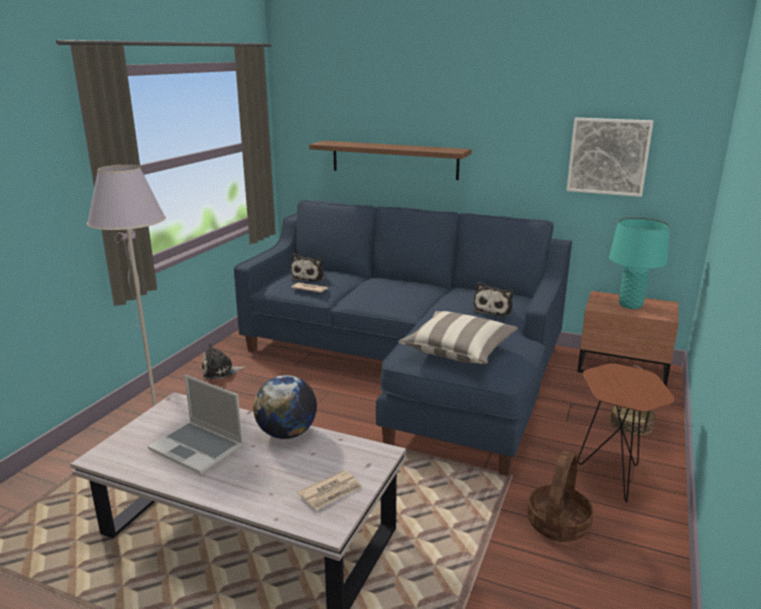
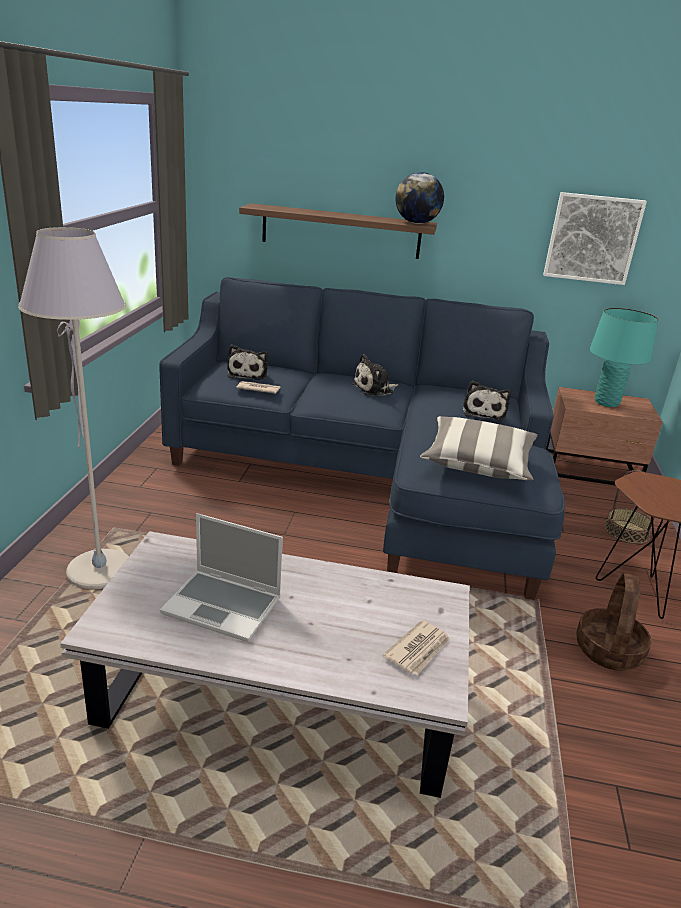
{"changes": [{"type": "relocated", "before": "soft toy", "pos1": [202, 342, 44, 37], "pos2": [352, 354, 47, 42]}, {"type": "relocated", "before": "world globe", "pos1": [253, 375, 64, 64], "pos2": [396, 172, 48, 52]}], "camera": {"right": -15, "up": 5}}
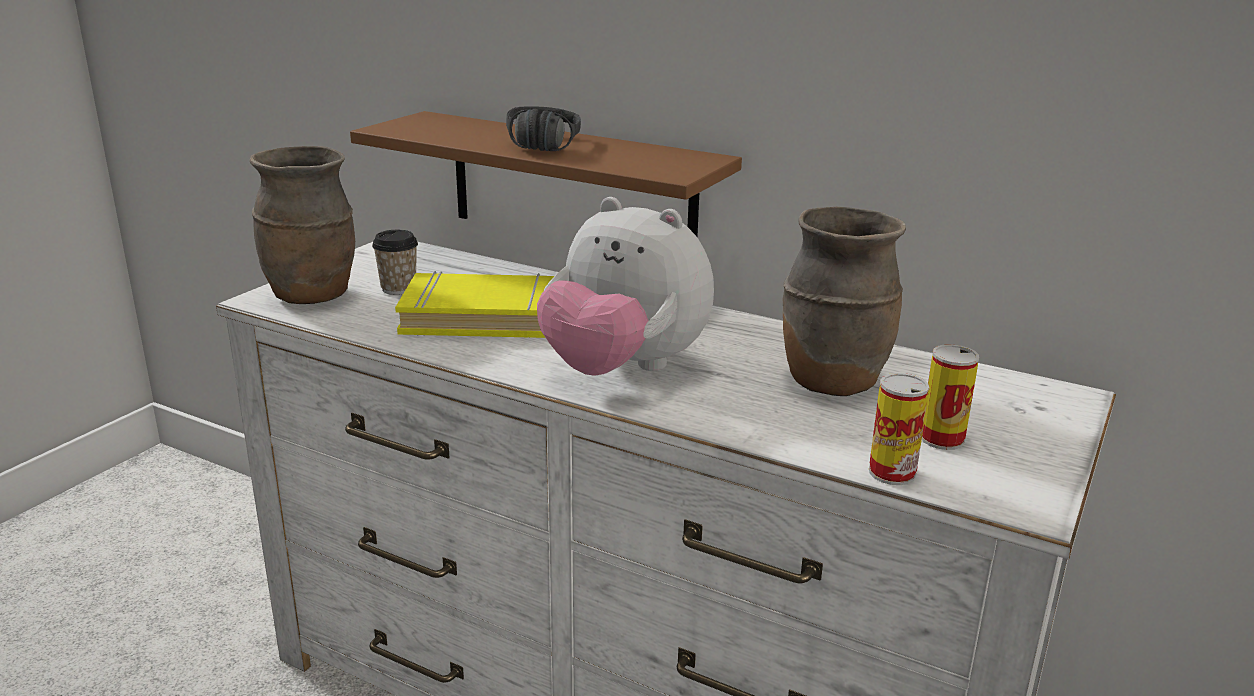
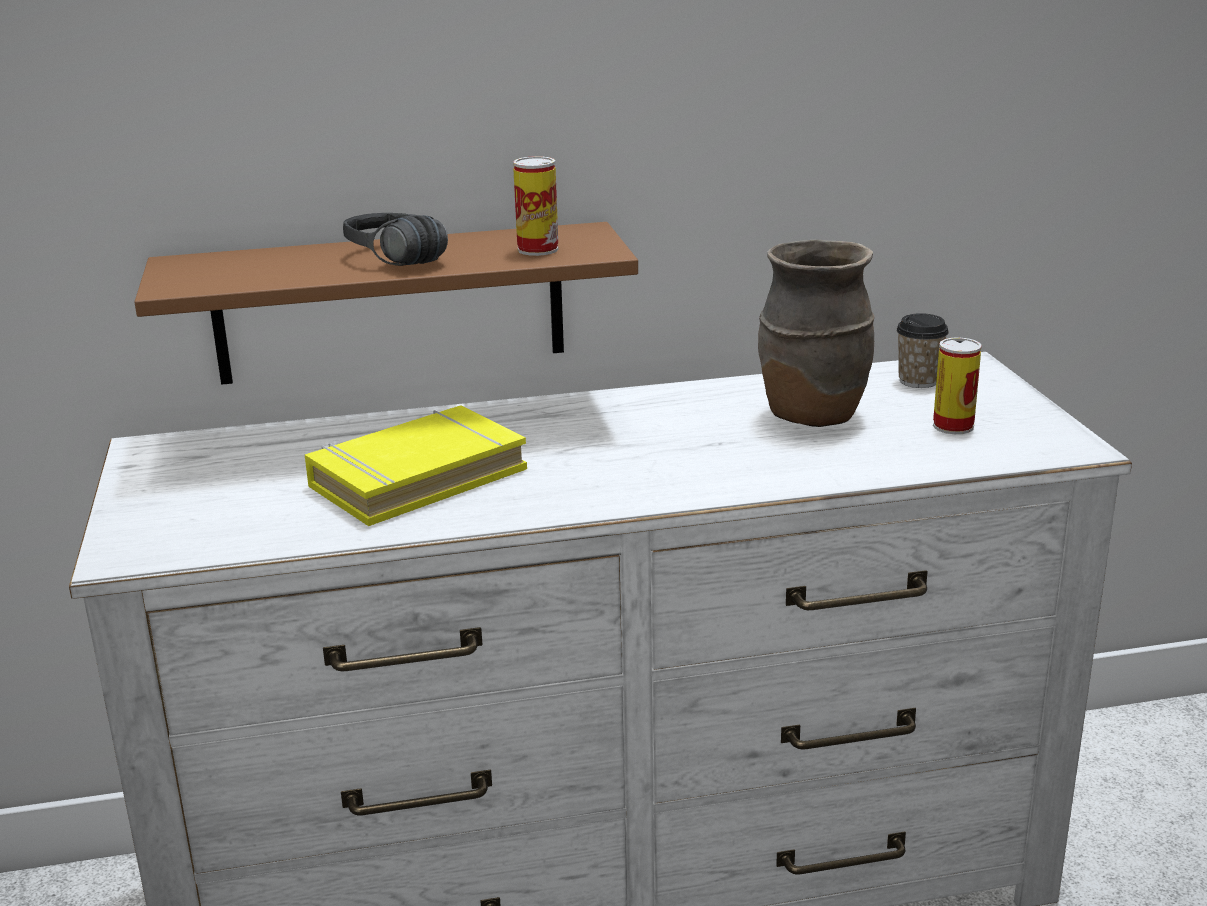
{"changes": [{"type": "missing", "before": "vase in brownish", "pos1": [250, 146, 105, 158]}, {"type": "missing", "before": "soft toy", "pos1": [537, 197, 177, 179]}, {"type": "relocated", "before": "drinking cup", "pos1": [372, 230, 46, 65], "pos2": [896, 313, 53, 75]}, {"type": "relocated", "before": "metal can", "pos1": [869, 373, 61, 112], "pos2": [513, 156, 46, 100]}], "camera": {"right": -40, "up": 0}}
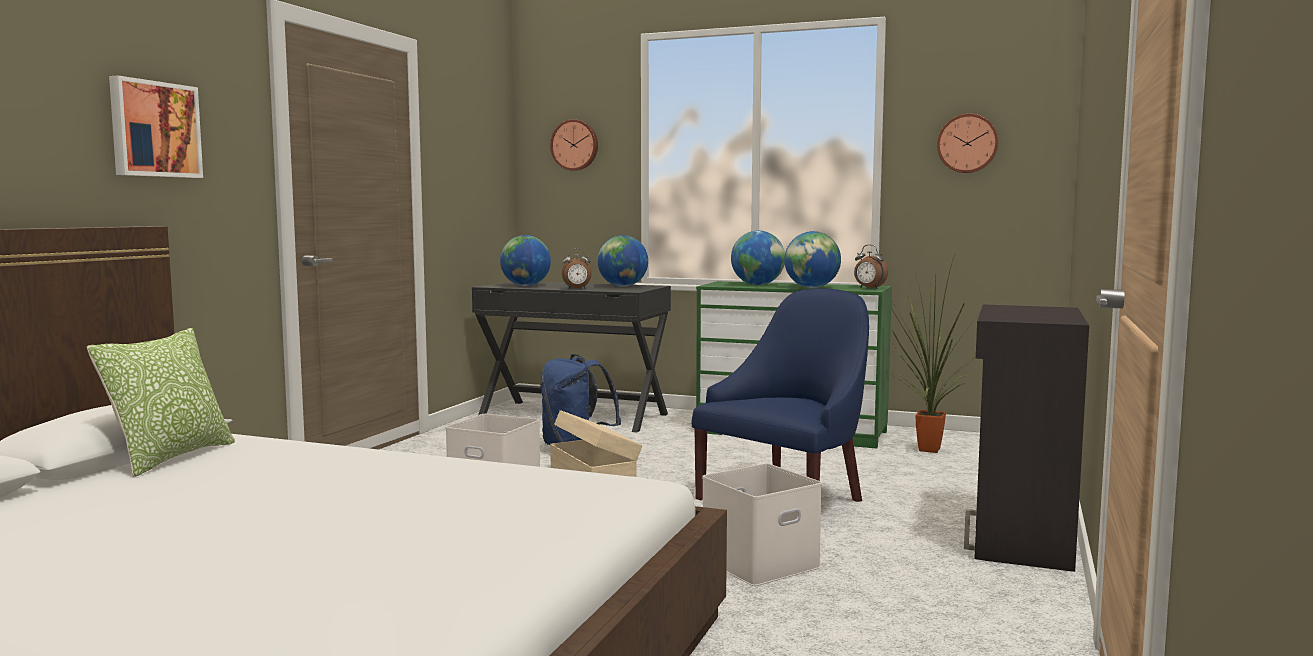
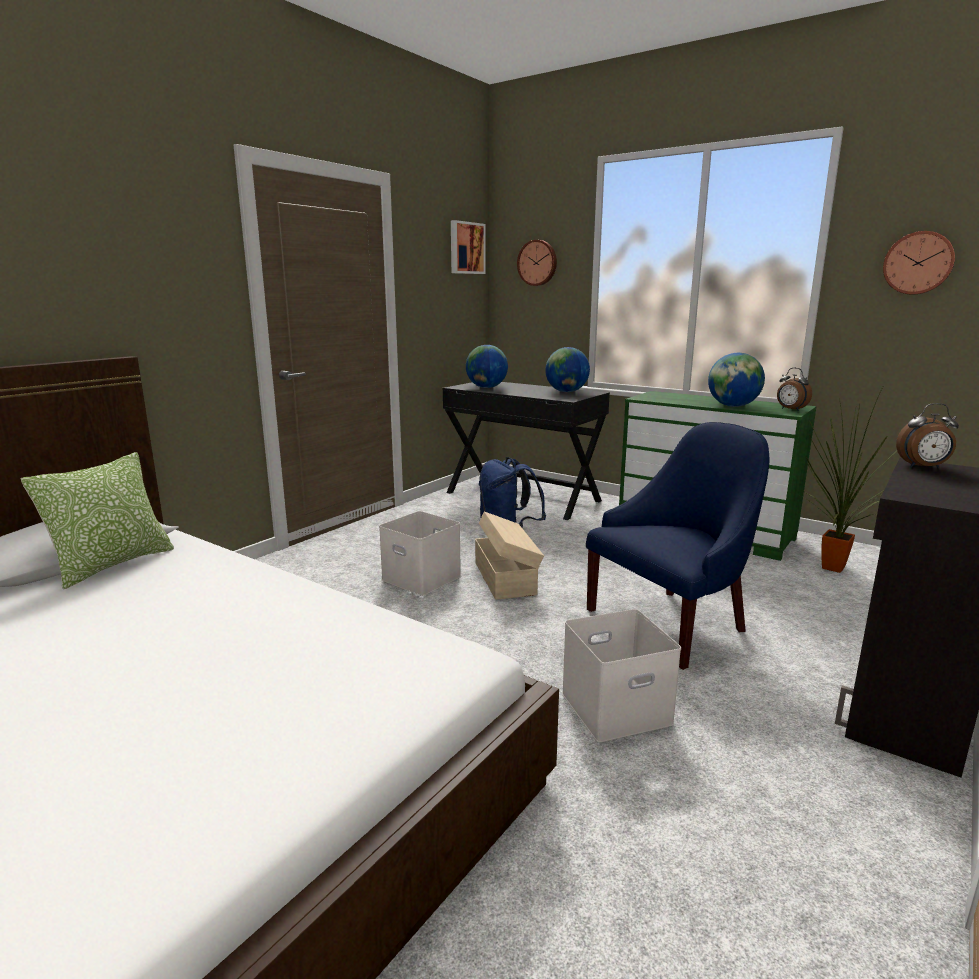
{"changes": [{"type": "relocated", "before": "picture", "pos1": [109, 76, 94, 102], "pos2": [451, 220, 35, 54]}, {"type": "missing", "before": "world globe", "pos1": [731, 230, 54, 55]}, {"type": "relocated", "before": "bedside clock", "pos1": [562, 248, 30, 41], "pos2": [896, 403, 63, 65]}], "camera": {"right": 15, "up": 10}}
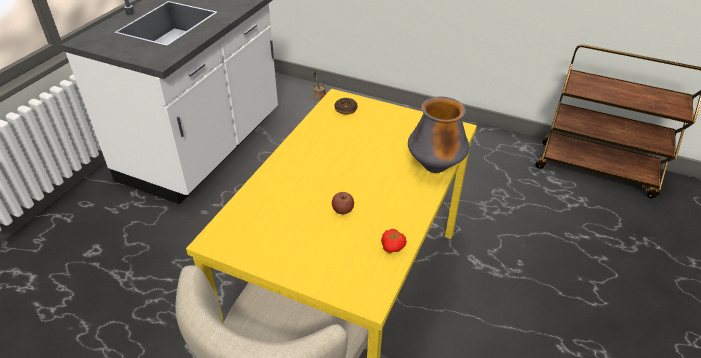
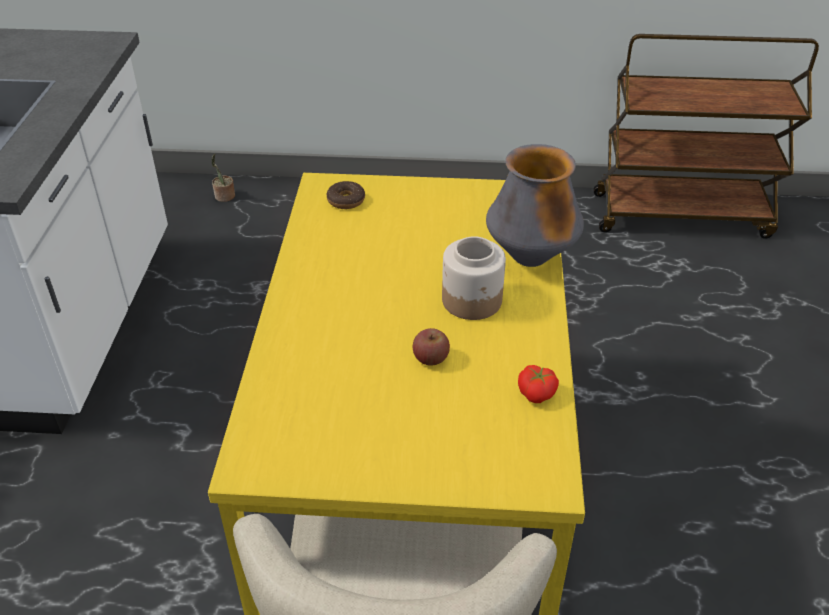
{"changes": [{"type": "appeared", "after": "jar", "pos2": [442, 236, 64, 84]}], "camera": {"right": -20, "up": 0}}
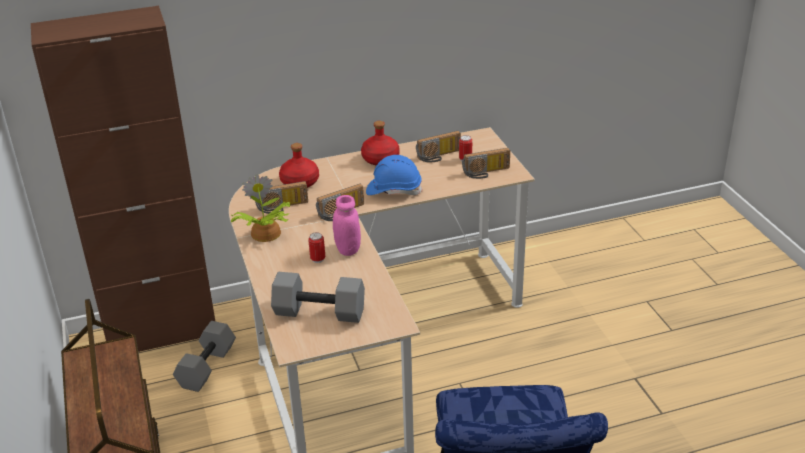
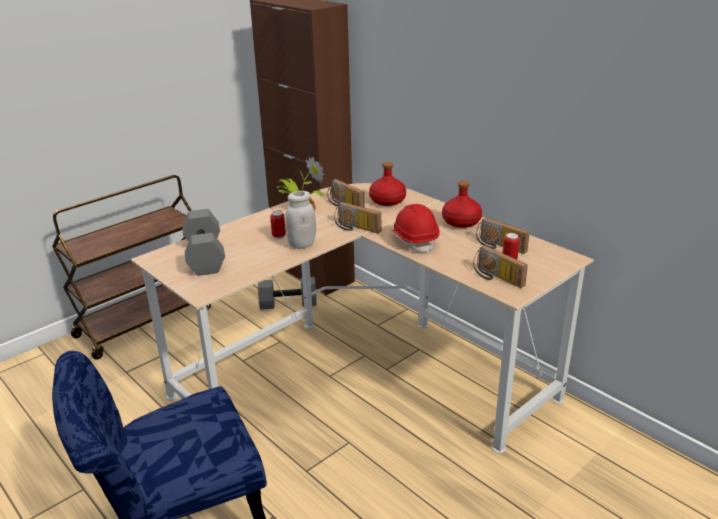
{"changes": [{"type": "colour", "before": "work helmet in bluish", "after": "work helmet in red", "pos1": [366, 155, 57, 40], "pos2": [391, 204, 49, 49]}, {"type": "colour", "before": "jar in pinkish", "after": "jar in white-coloured", "pos1": [333, 195, 28, 61], "pos2": [285, 191, 31, 58]}], "camera": {"right": 65, "up": -5}}
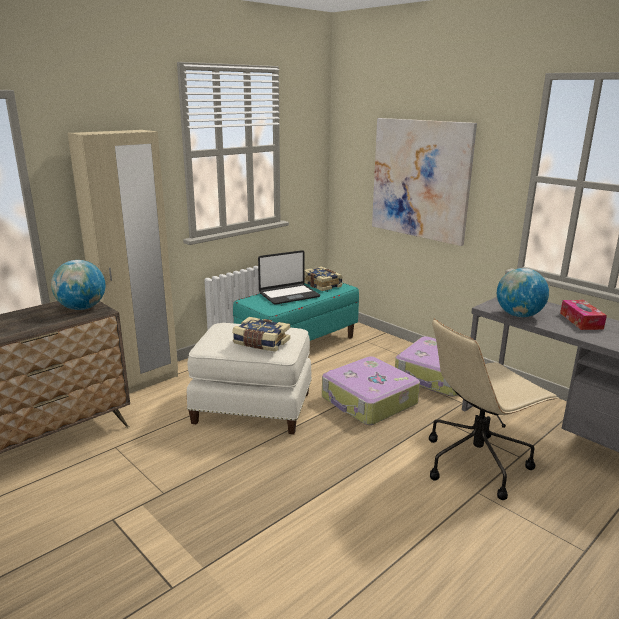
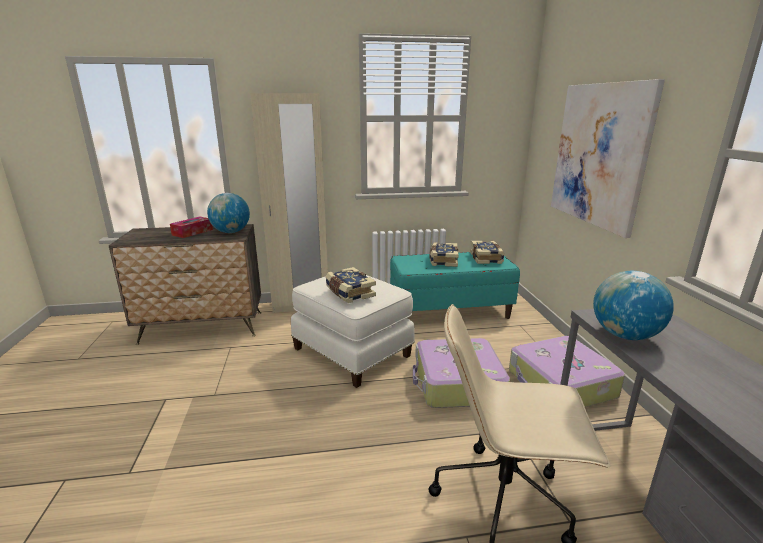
{"changes": [{"type": "exchanged", "before": "portable computer", "after": "volume", "pos1": [258, 250, 62, 55], "pos2": [429, 242, 30, 25]}, {"type": "relocated", "before": "tissue holder", "pos1": [560, 300, 47, 30], "pos2": [170, 217, 43, 21]}], "camera": {"right": 35, "up": 0}}
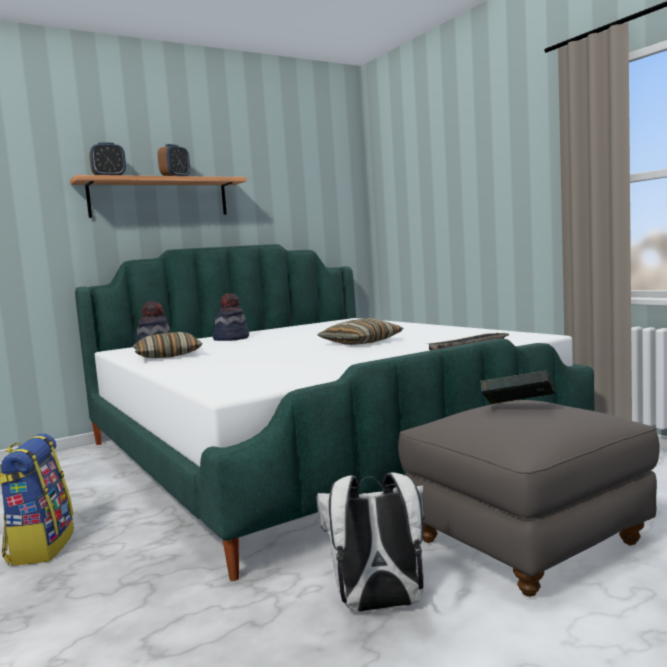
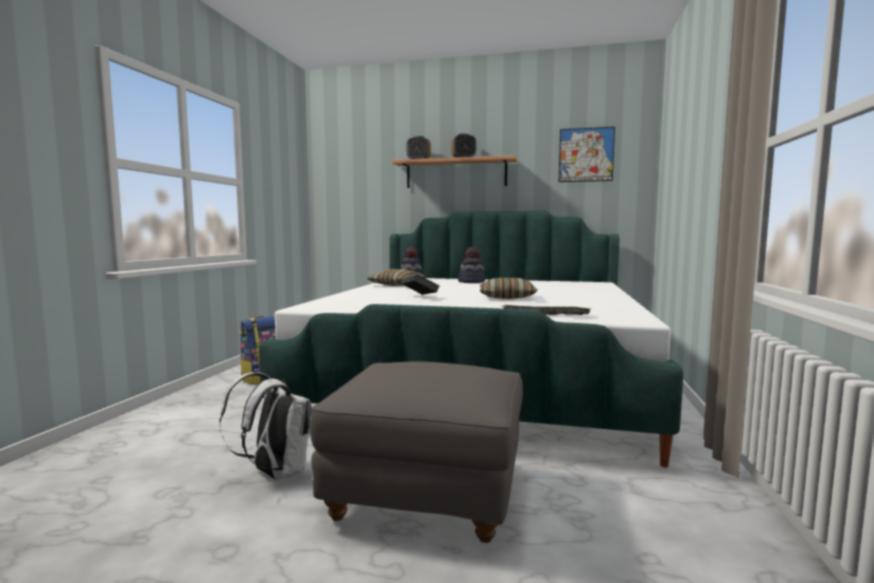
{"changes": [{"type": "relocated", "before": "volume", "pos1": [480, 370, 75, 34], "pos2": [402, 275, 38, 20]}, {"type": "appeared", "after": "picture", "pos2": [558, 127, 57, 55]}], "camera": {"right": 45, "up": 0}}
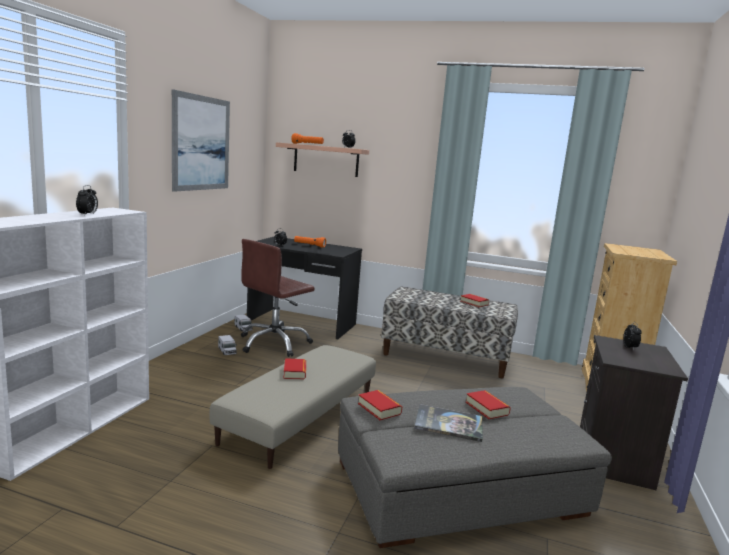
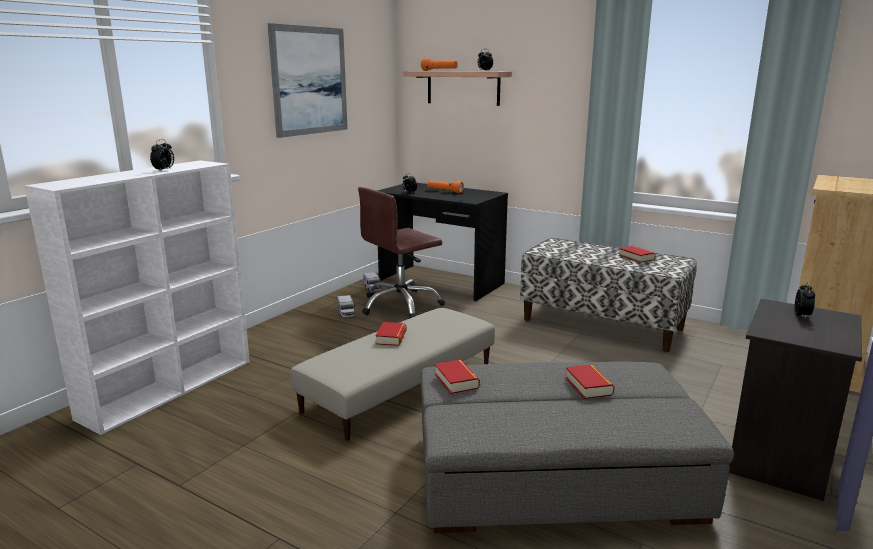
{"changes": [{"type": "missing", "before": "volume", "pos1": [414, 404, 69, 38]}], "camera": {"right": 15, "up": 5}}
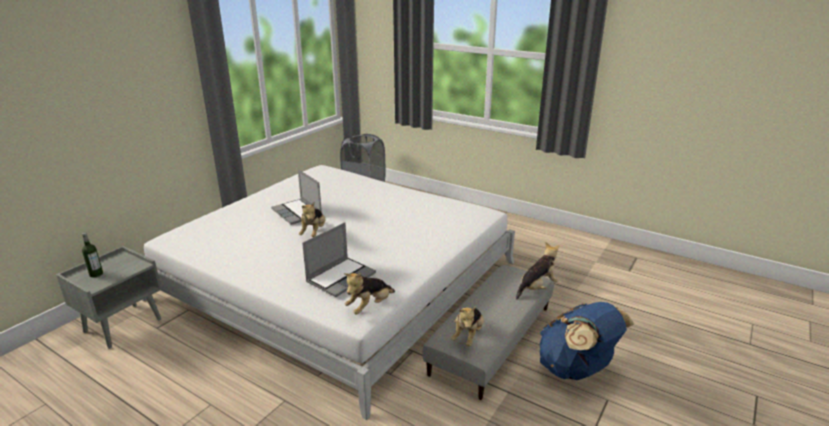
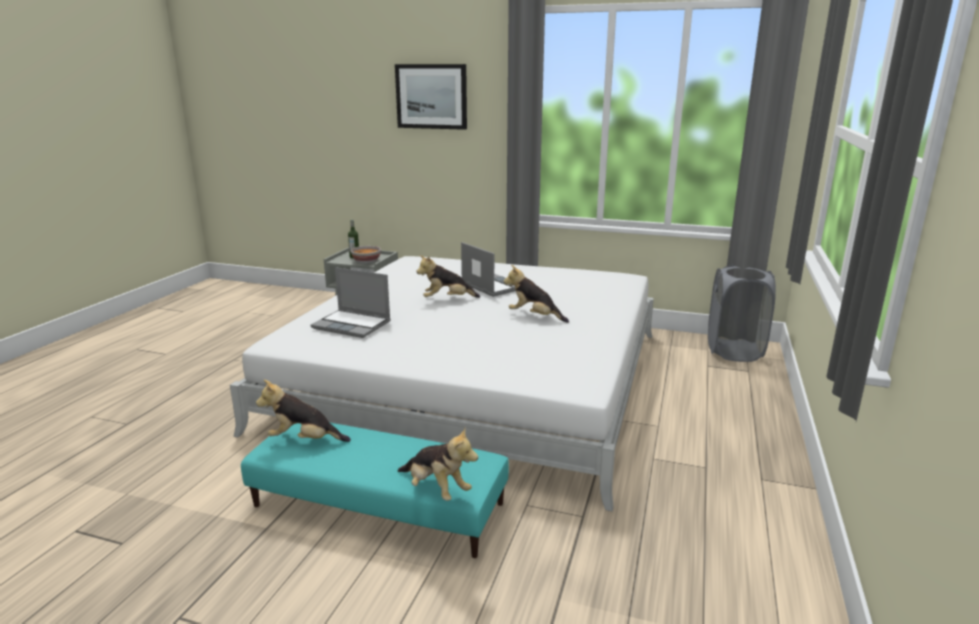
{"changes": [{"type": "spun", "before": "portable computer", "pos1": [271, 169, 51, 56], "pos2": [461, 242, 55, 55], "turn": 105}, {"type": "colour", "before": "footrest in gray", "after": "footrest in turquoise", "pos1": [423, 265, 131, 135], "pos2": [241, 423, 268, 135]}, {"type": "relocated", "before": "soft toy", "pos1": [344, 273, 51, 42], "pos2": [504, 265, 65, 58]}, {"type": "missing", "before": "knapsack in bluish", "pos1": [540, 302, 94, 78]}, {"type": "appeared", "after": "picture", "pos2": [395, 64, 72, 66]}, {"type": "appeared", "after": "serving bowl", "pos2": [351, 246, 30, 18]}], "camera": {"right": 75, "up": -5}}
